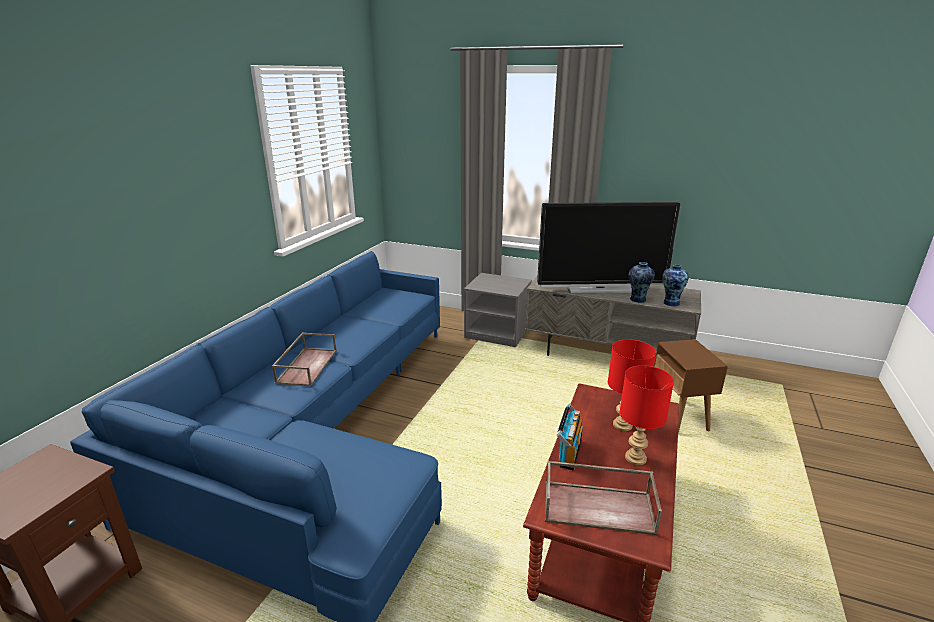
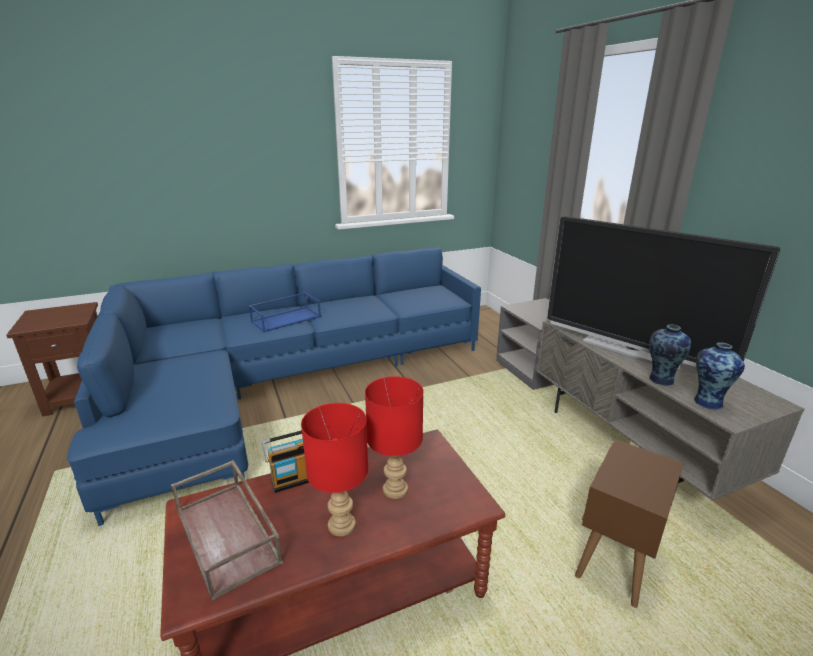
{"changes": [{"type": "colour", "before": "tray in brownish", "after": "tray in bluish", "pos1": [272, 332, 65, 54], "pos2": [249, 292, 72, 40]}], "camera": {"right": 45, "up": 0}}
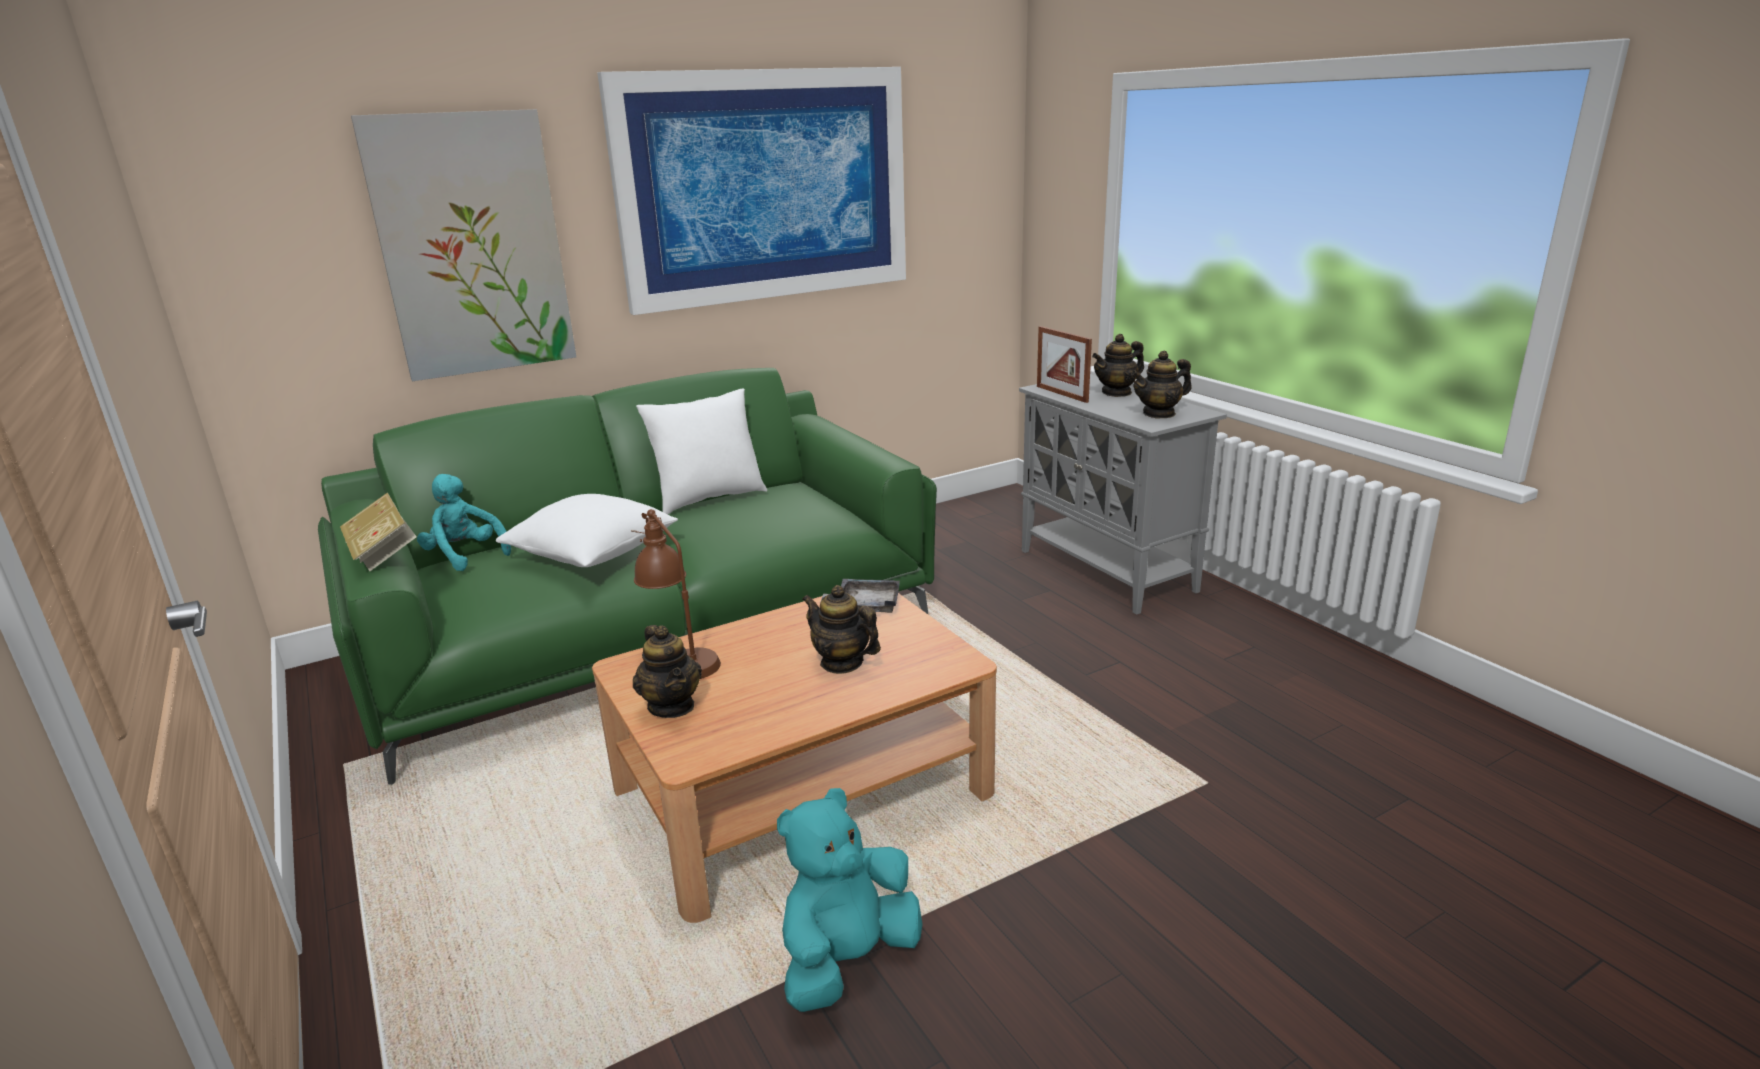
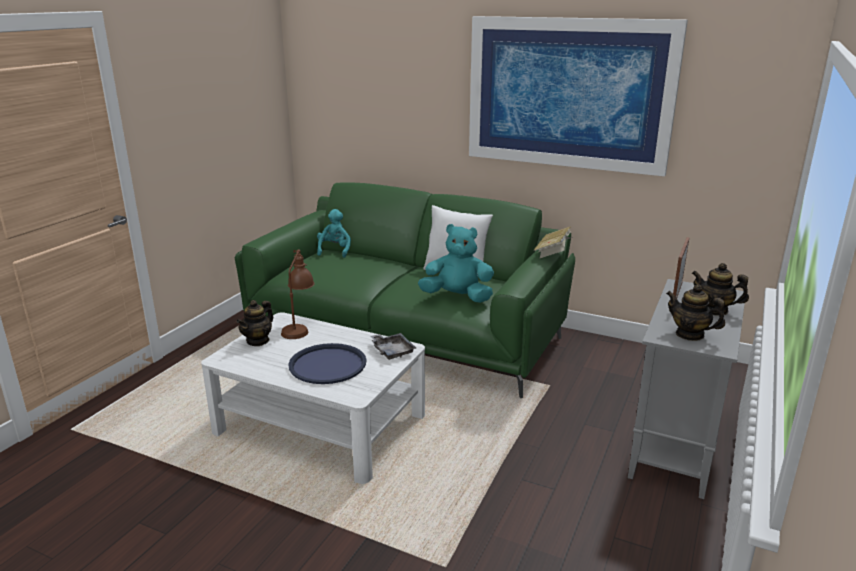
{"changes": [{"type": "missing", "before": "picture", "pos1": [351, 109, 225, 272]}, {"type": "relocated", "before": "volume", "pos1": [340, 493, 76, 78], "pos2": [534, 226, 39, 32]}, {"type": "missing", "before": "cushion in white-coloured", "pos1": [496, 494, 182, 73]}, {"type": "exchanged", "before": "pot for tea", "after": "tray in bluish", "pos1": [802, 585, 79, 89], "pos2": [288, 343, 79, 41]}, {"type": "colour", "before": "low table in brownish", "after": "low table in white-coloured", "pos1": [592, 593, 405, 330], "pos2": [201, 312, 224, 172]}, {"type": "relocated", "before": "soft toy in turquoise", "pos1": [777, 788, 146, 224], "pos2": [418, 224, 76, 79]}], "camera": {"right": 55, "up": 0}}
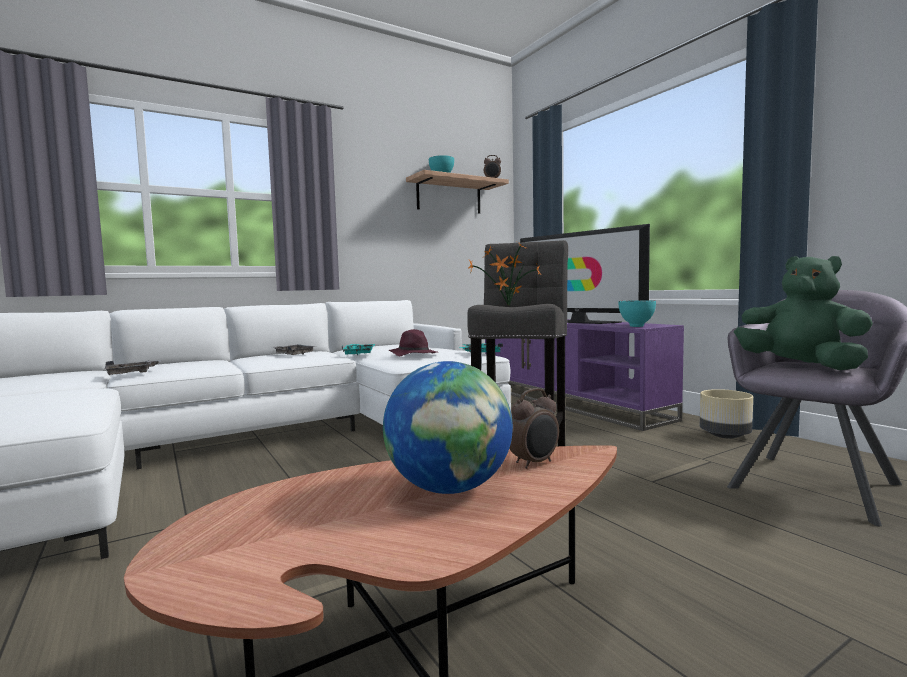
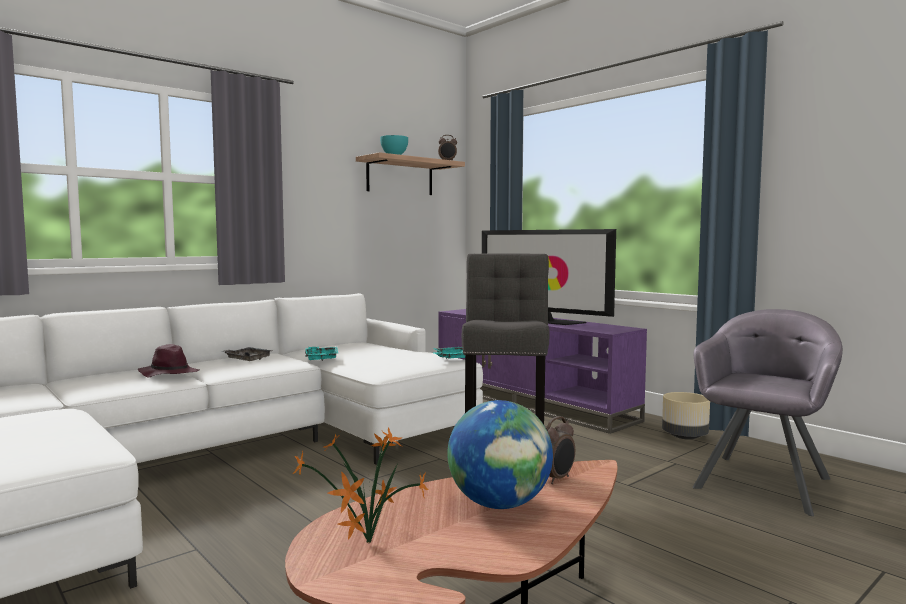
{"changes": [{"type": "relocated", "before": "houseplant", "pos1": [469, 242, 72, 64], "pos2": [293, 427, 136, 116]}, {"type": "missing", "before": "soft toy in green-coloured", "pos1": [734, 256, 139, 114]}, {"type": "missing", "before": "serving bowl in turquoise", "pos1": [619, 300, 37, 27]}, {"type": "relocated", "before": "clothing hat in purple-coloured", "pos1": [389, 329, 49, 27], "pos2": [138, 344, 61, 34]}, {"type": "missing", "before": "tray in gray", "pos1": [104, 360, 58, 15]}], "camera": {"right": -10, "up": 0}}
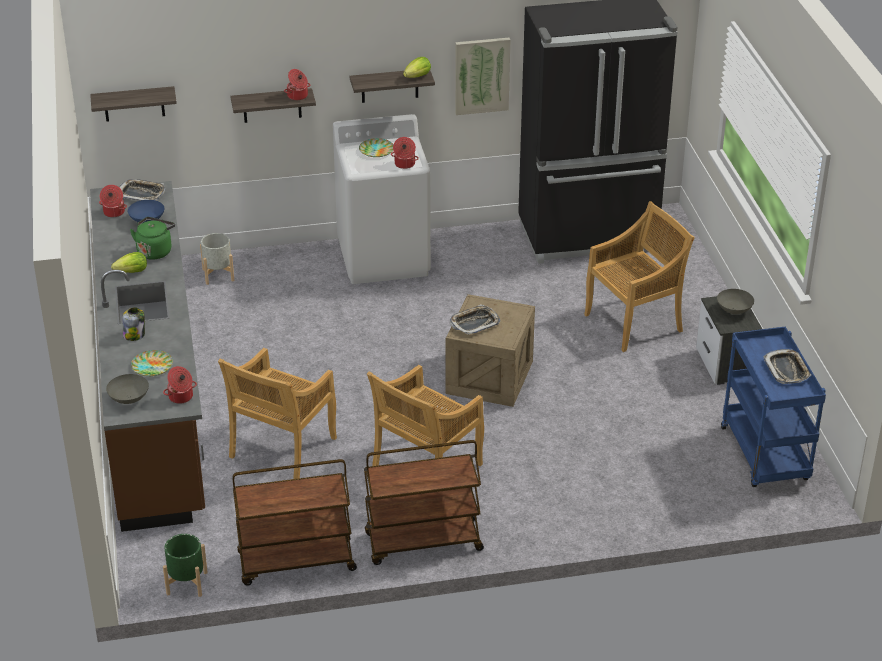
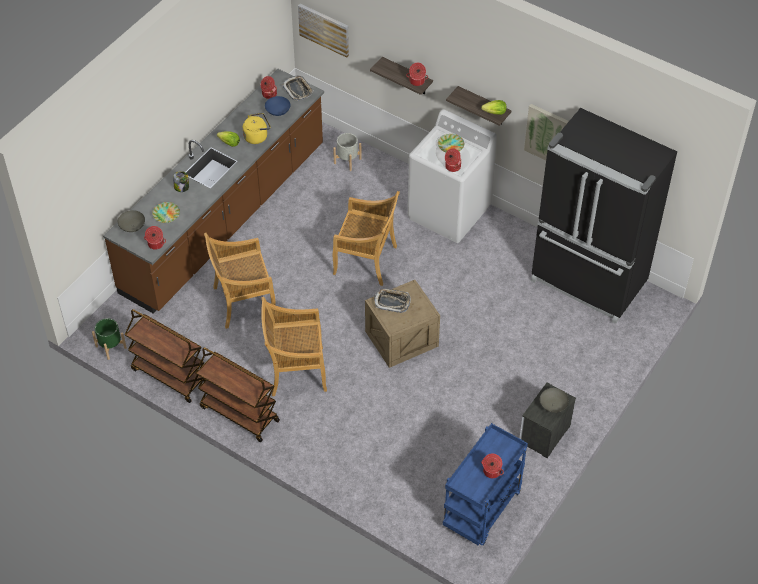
{"changes": [{"type": "exchanged", "before": "wall shelf", "after": "picture", "pos1": [90, 86, 87, 36], "pos2": [298, 4, 51, 54]}, {"type": "relocated", "before": "plain chair in beige-coloured", "pos1": [584, 201, 111, 151], "pos2": [333, 191, 67, 95]}, {"type": "colour", "before": "water kettle in green-coloured", "after": "water kettle in yellow-coloured", "pos1": [130, 217, 45, 43], "pos2": [243, 113, 28, 31]}, {"type": "exchanged", "before": "tray", "after": "saucepot", "pos1": [763, 349, 48, 35], "pos2": [481, 453, 23, 25]}], "camera": {"right": 45, "up": 15}}
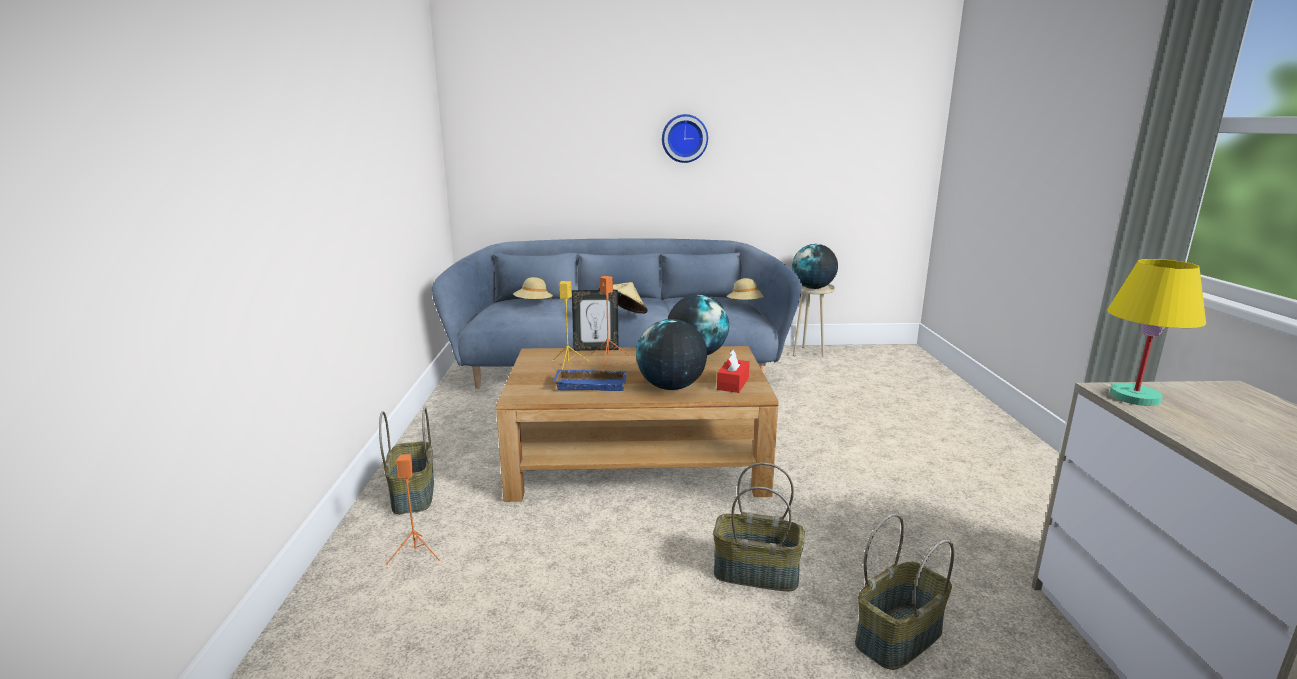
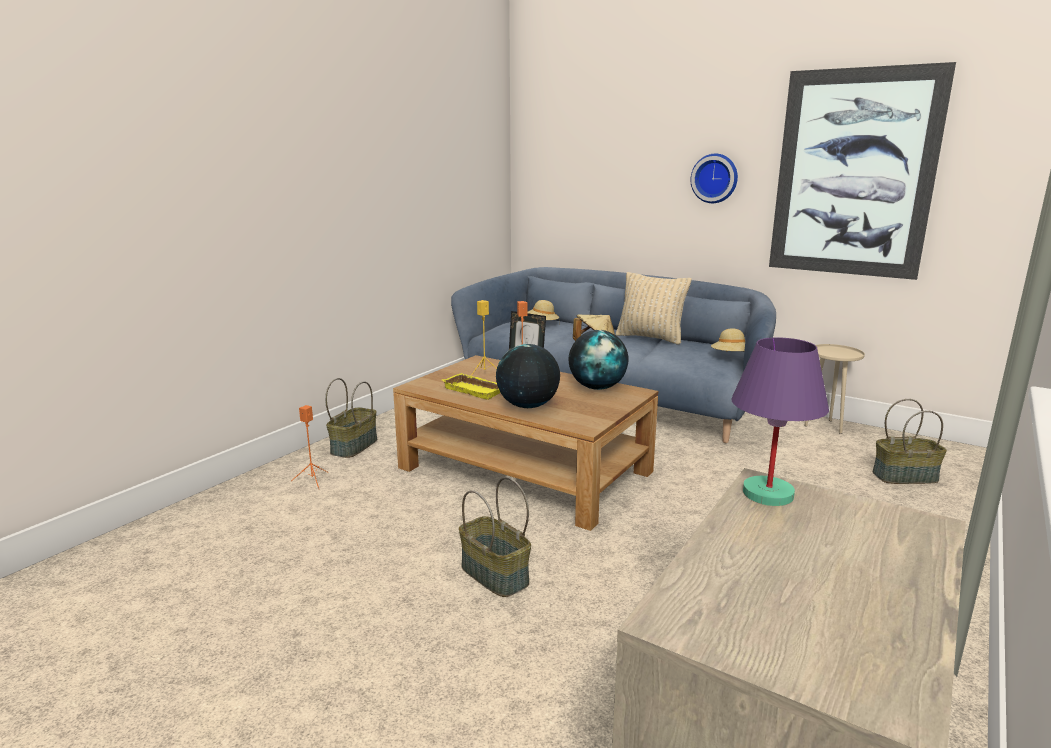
{"changes": [{"type": "missing", "before": "world globe", "pos1": [792, 244, 46, 45]}, {"type": "colour", "before": "tabletop lamp in yellow-coloured", "after": "tabletop lamp in purple-coloured", "pos1": [1107, 259, 99, 147], "pos2": [731, 337, 98, 169]}, {"type": "missing", "before": "tissue holder in red", "pos1": [717, 349, 33, 44]}, {"type": "colour", "before": "tray in bluish", "after": "tray in yellow-coloured", "pos1": [553, 369, 74, 22], "pos2": [442, 373, 58, 27]}, {"type": "relocated", "before": "storage basket", "pos1": [855, 514, 99, 156], "pos2": [872, 399, 75, 85]}, {"type": "appeared", "after": "picture", "pos2": [769, 62, 187, 218]}, {"type": "appeared", "after": "cushion in beige-coloured", "pos2": [616, 272, 75, 73]}], "camera": {"right": 35, "up": 0}}
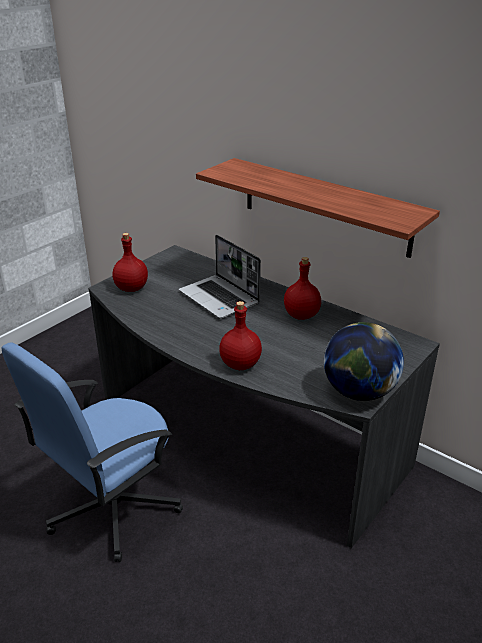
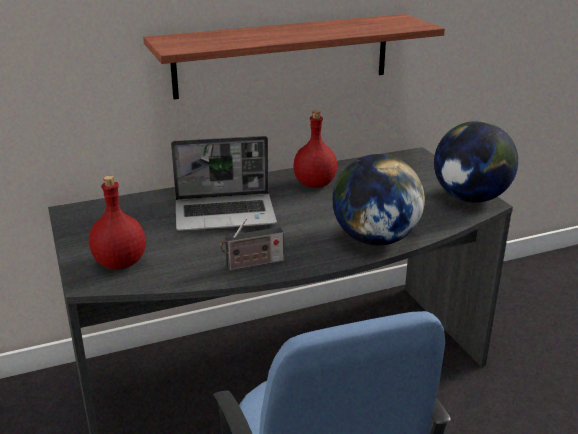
{"changes": [{"type": "exchanged", "before": "beverage bottle in red", "after": "world globe", "pos1": [219, 301, 43, 69], "pos2": [332, 154, 93, 92]}, {"type": "appeared", "after": "radio set", "pos2": [220, 218, 64, 53]}], "camera": {"right": -60, "up": -5}}
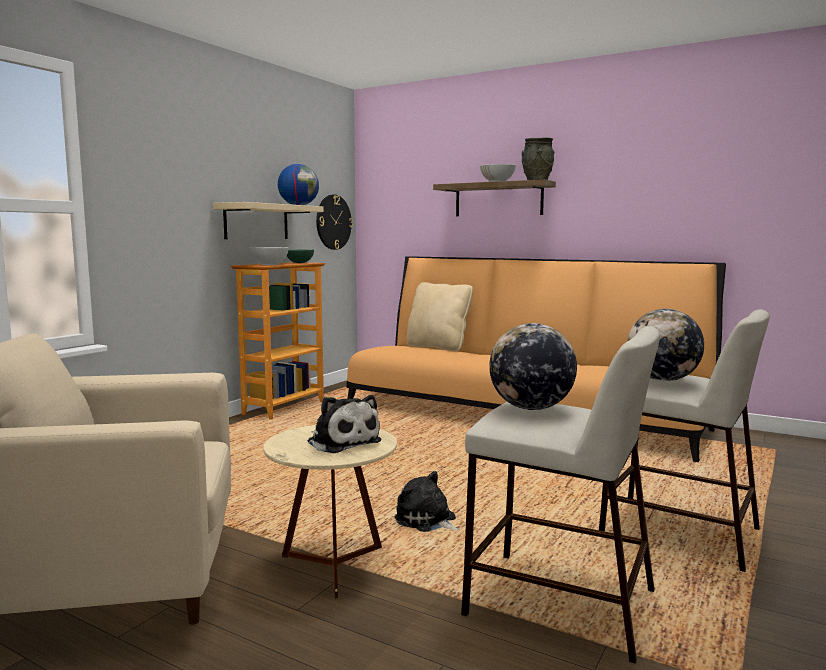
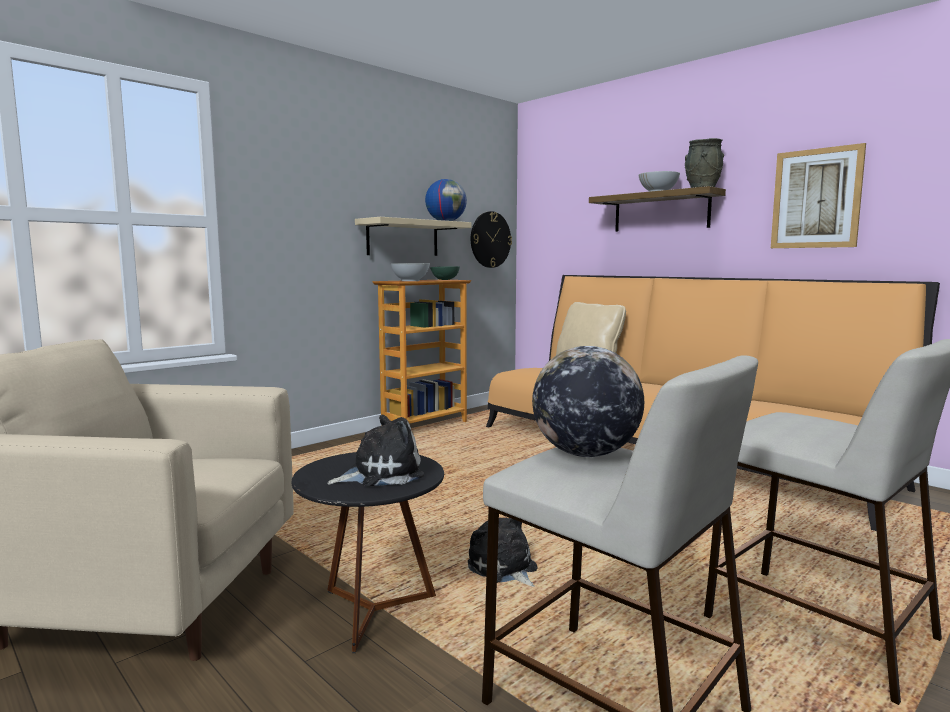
{"changes": [{"type": "missing", "before": "world globe", "pos1": [628, 309, 76, 72]}, {"type": "spun", "before": "soft toy", "pos1": [307, 395, 75, 58], "pos2": [327, 415, 97, 71], "turn": -90}, {"type": "colour", "before": "accent table in beige-coloured", "after": "accent table in blackish", "pos1": [263, 425, 134, 173], "pos2": [292, 452, 152, 201]}, {"type": "appeared", "after": "picture", "pos2": [771, 143, 95, 105]}], "camera": {"right": 15, "up": 0}}
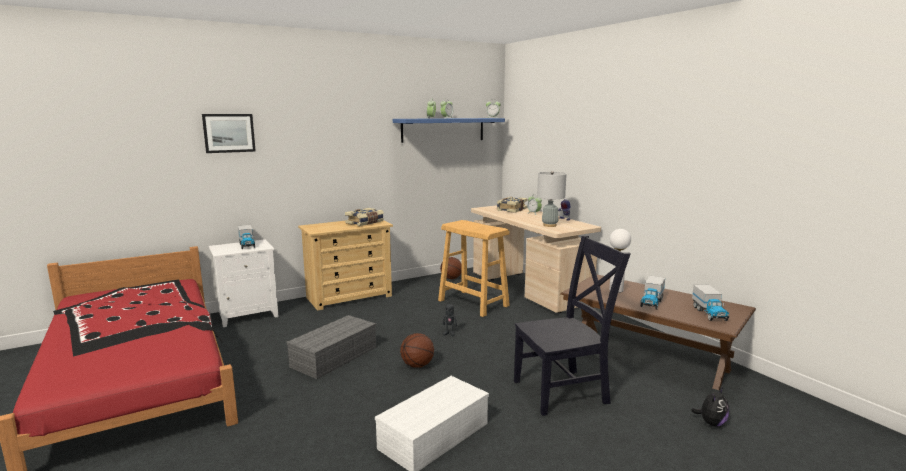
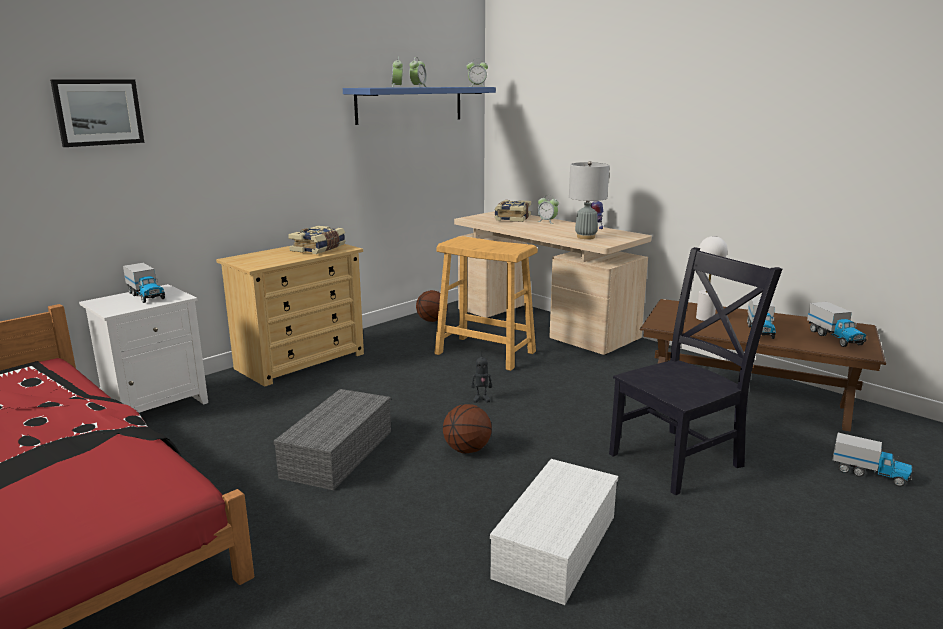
{"changes": [{"type": "exchanged", "before": "soft toy", "after": "model truck", "pos1": [691, 387, 38, 39], "pos2": [833, 433, 79, 53]}], "camera": {"right": -15, "up": 5}}
